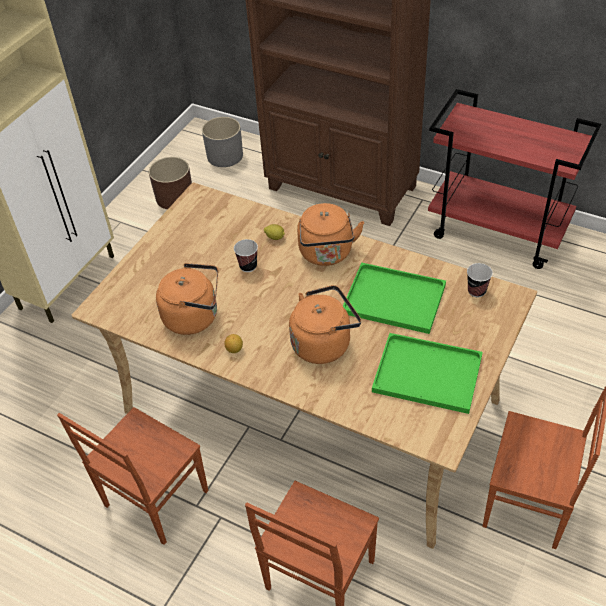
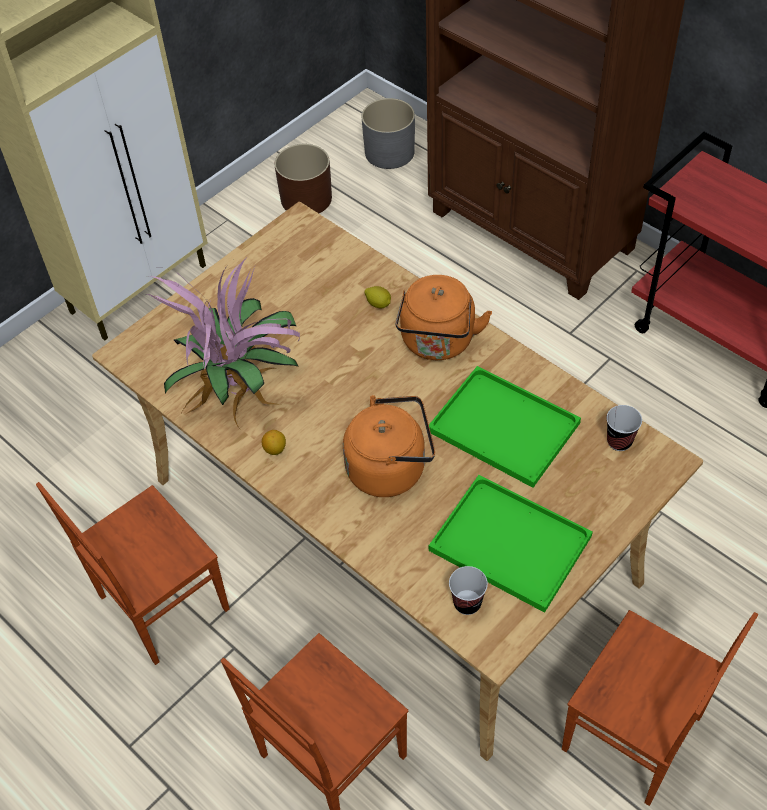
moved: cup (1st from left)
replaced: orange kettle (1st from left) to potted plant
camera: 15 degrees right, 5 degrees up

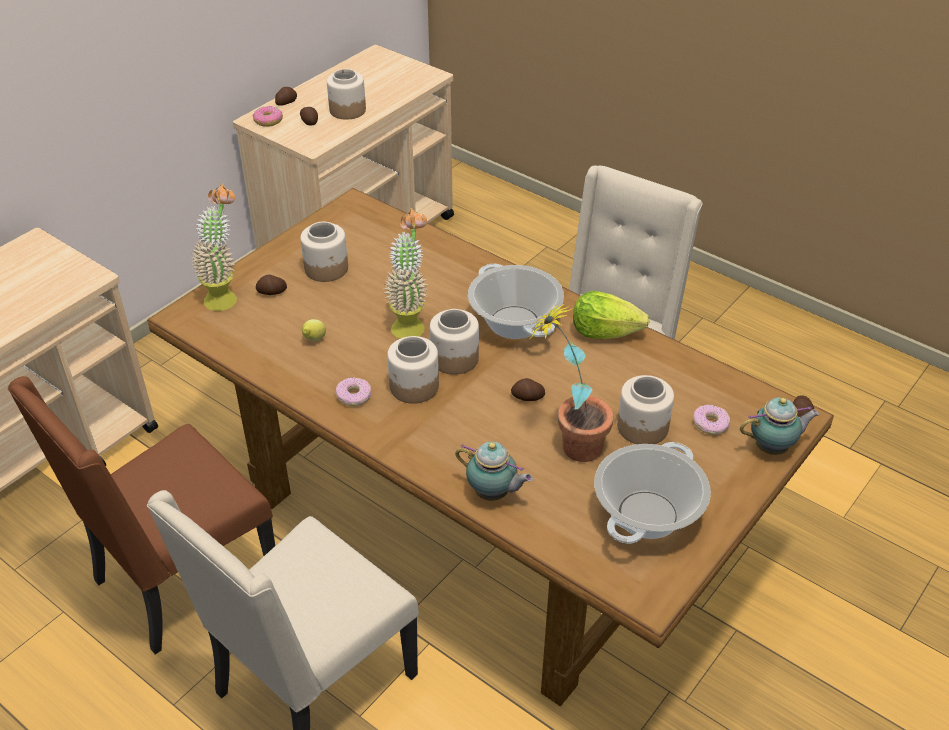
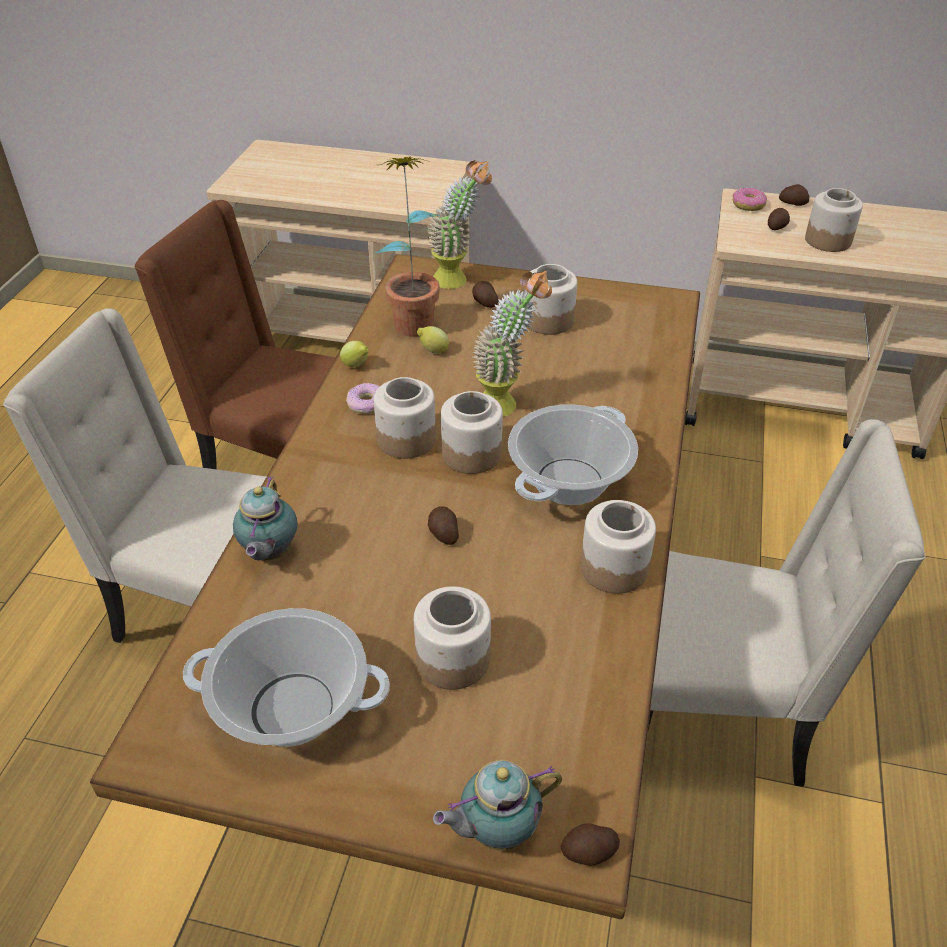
removed: donut (3rd from left)
added: lemon (1st from left)
moved: potted plant (3rd from left in the first image) to potted plant (1st from left)
replaced: lettuce to jar (5th from left)
turned: teapot (2nd from left) 105 degrees clockwise
camera: 65 degrees right, 0 degrees up

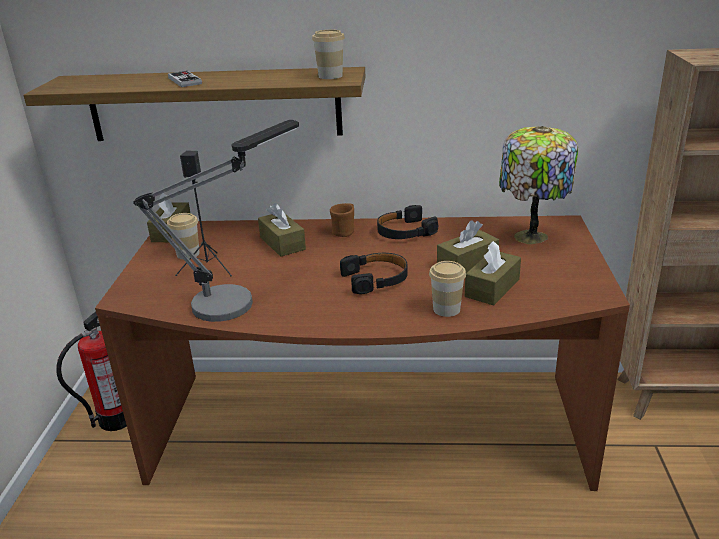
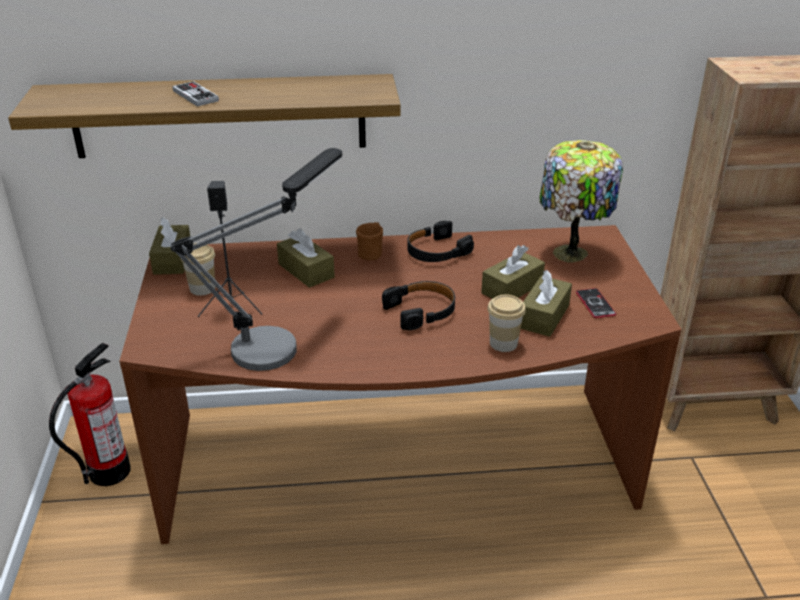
removed: cup (2nd from left)
added: phone
camera: 10 degrees left, 5 degrees up

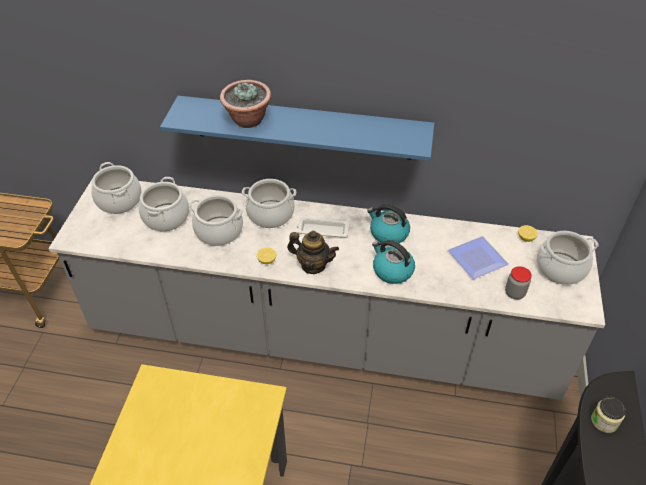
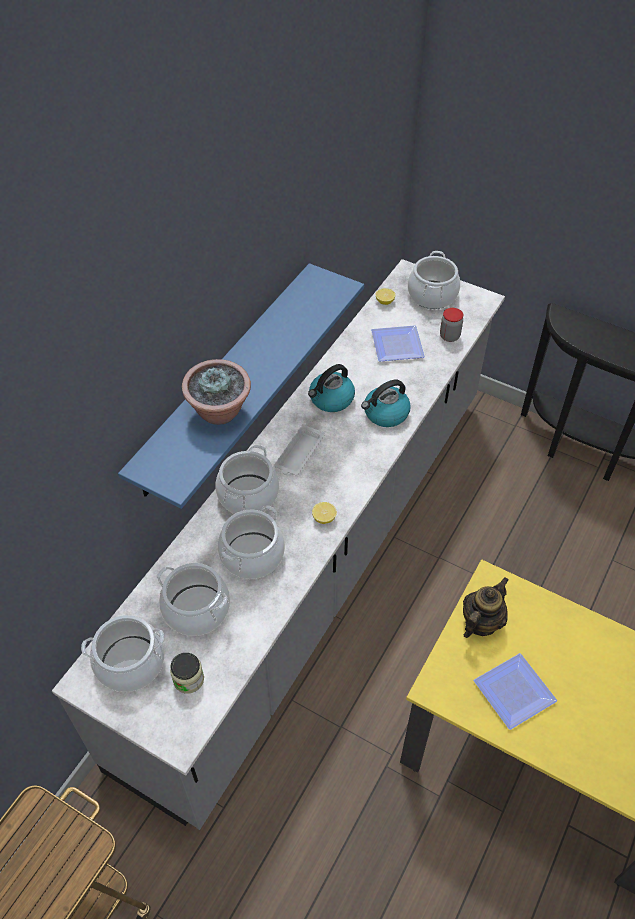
added: plate (2nd from left)
moved: jar (2nd from left in the first image) to jar (1st from left); teapot
camera: 70 degrees left, 5 degrees up

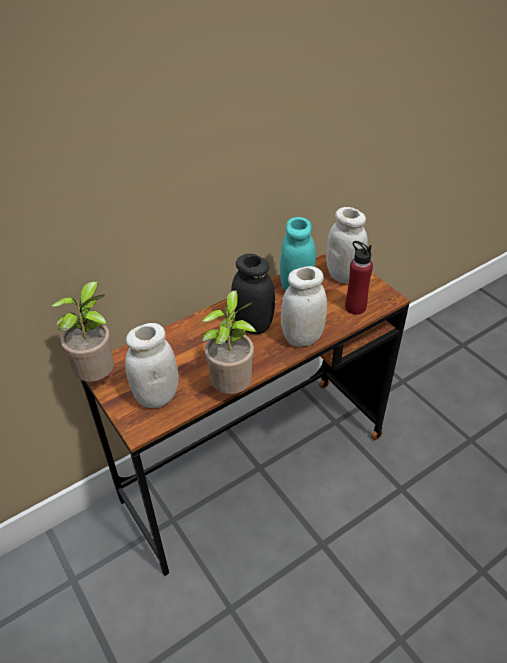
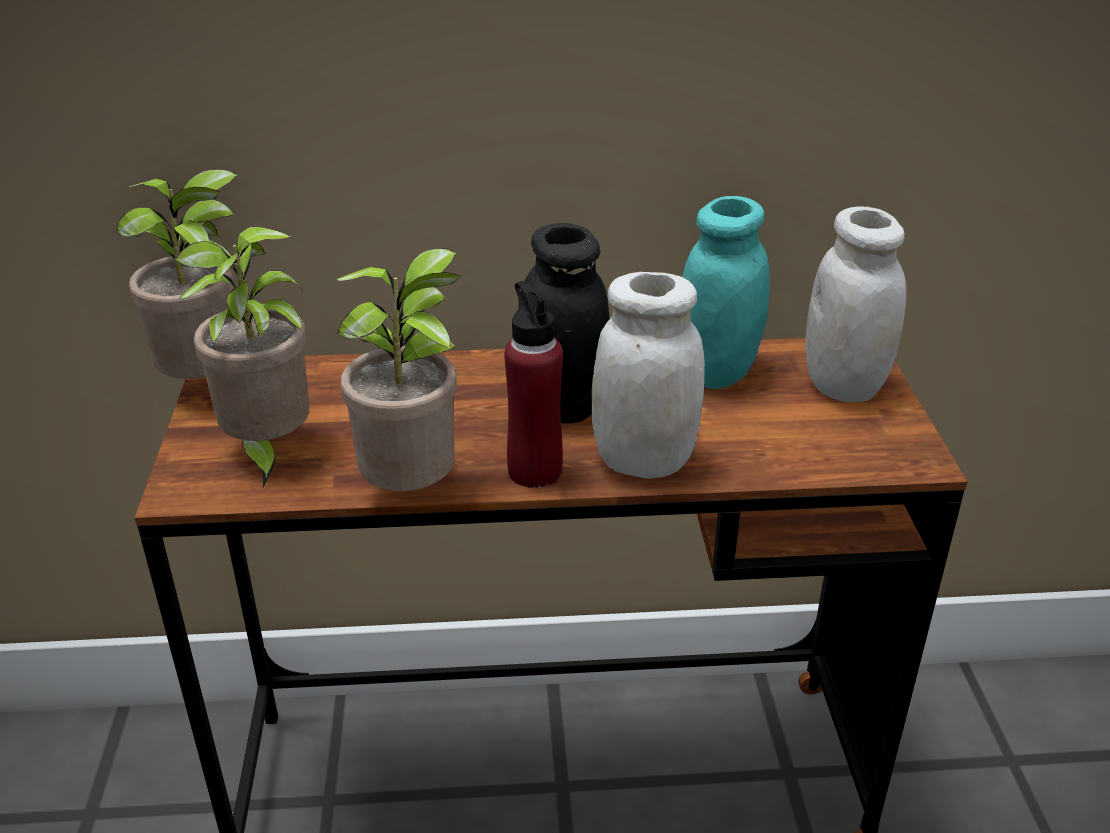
moved: red bottle
replaced: white jar (1st from left) to potted plant (2nd from left)
camera: 30 degrees right, 10 degrees down

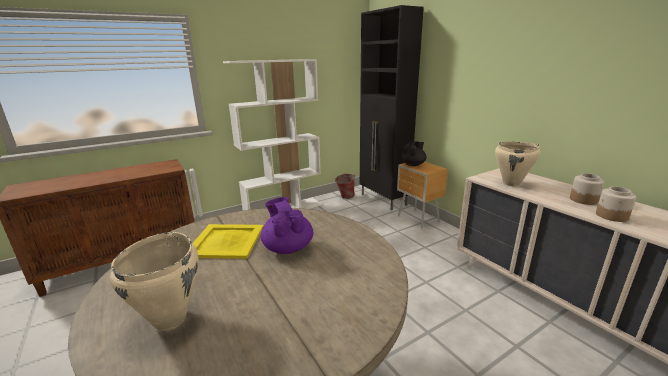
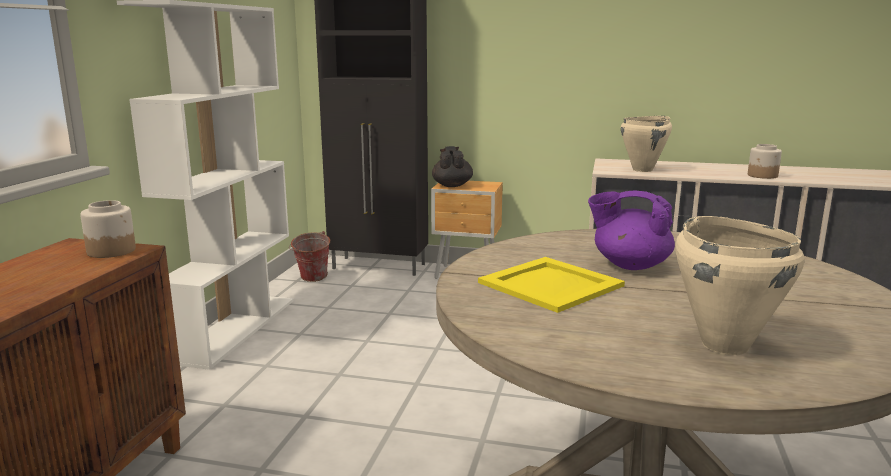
moved: jar (1st from left)
camera: 45 degrees left, 5 degrees down

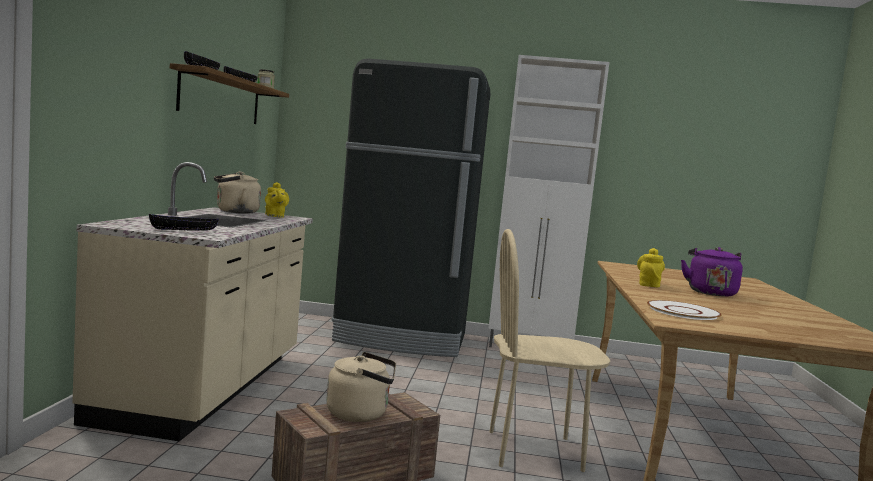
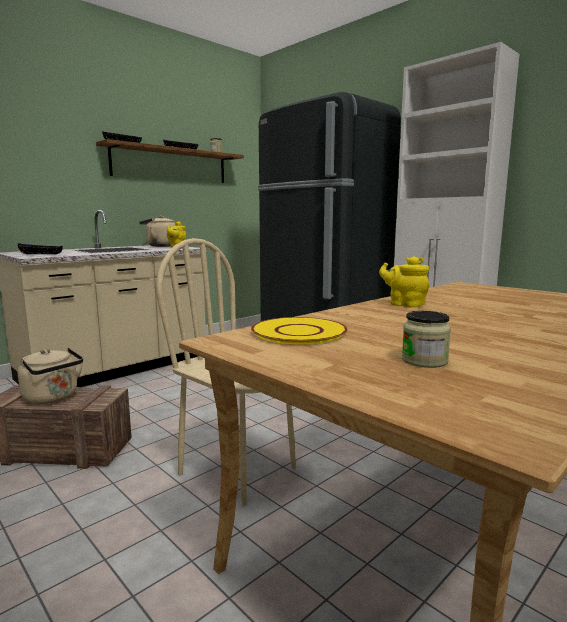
removed: purple kettle
added: jar (2nd from left)
recoloured: white plate to yellow plate
turned: yellow teapot (2nd from left) 105 degrees counterclockwise
camera: 40 degrees right, 5 degrees up

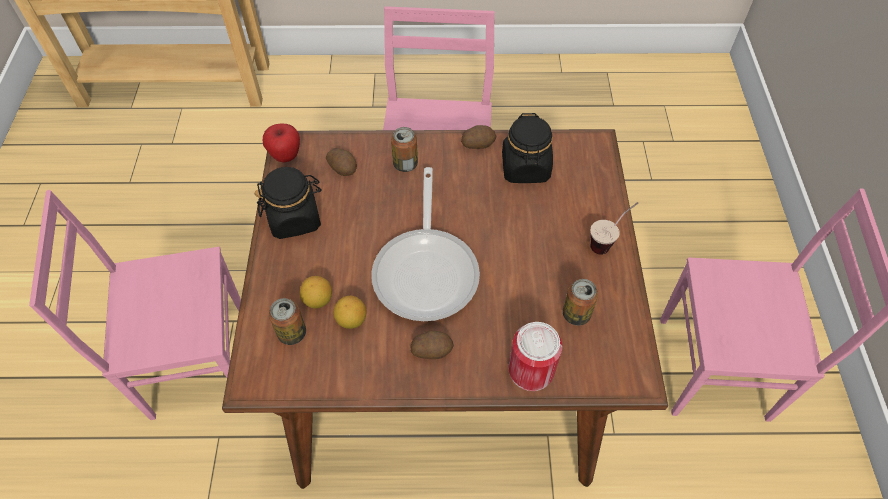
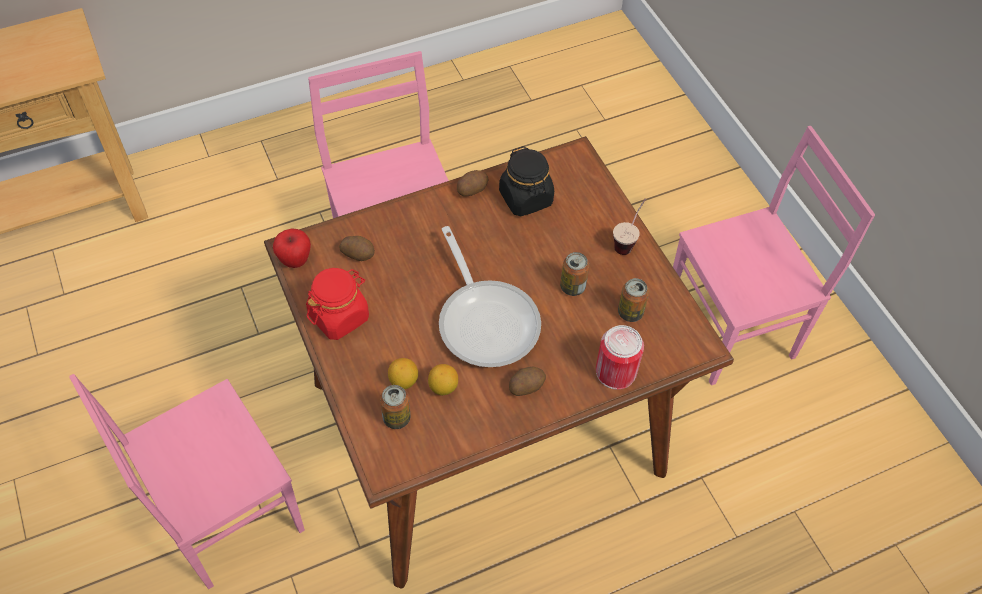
moved: can (2nd from left)
recoloured: black jar (1st from left) to red jar
camera: 25 degrees left, 0 degrees up

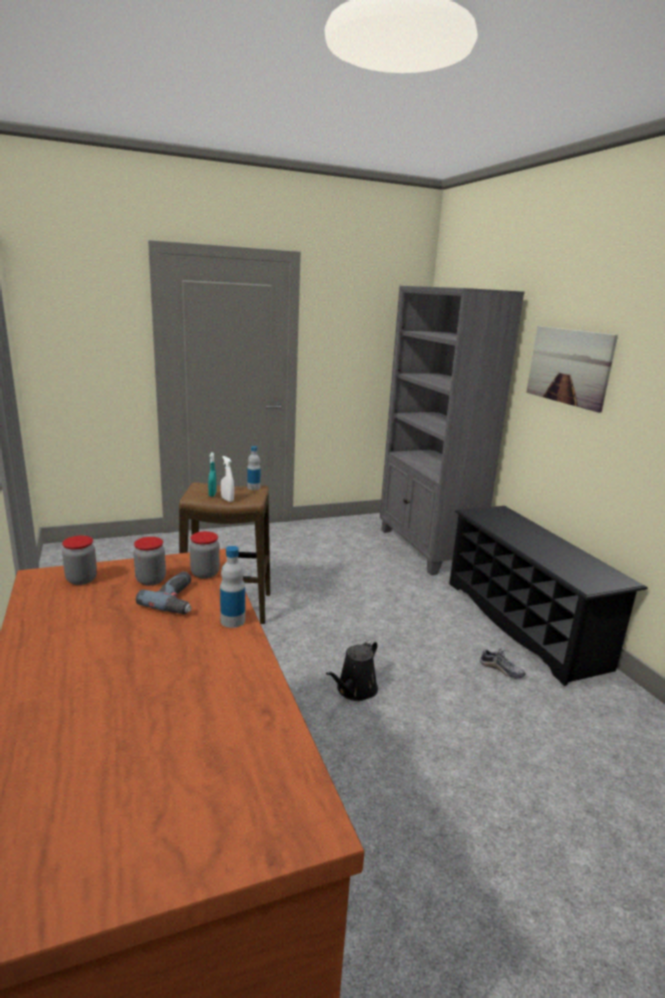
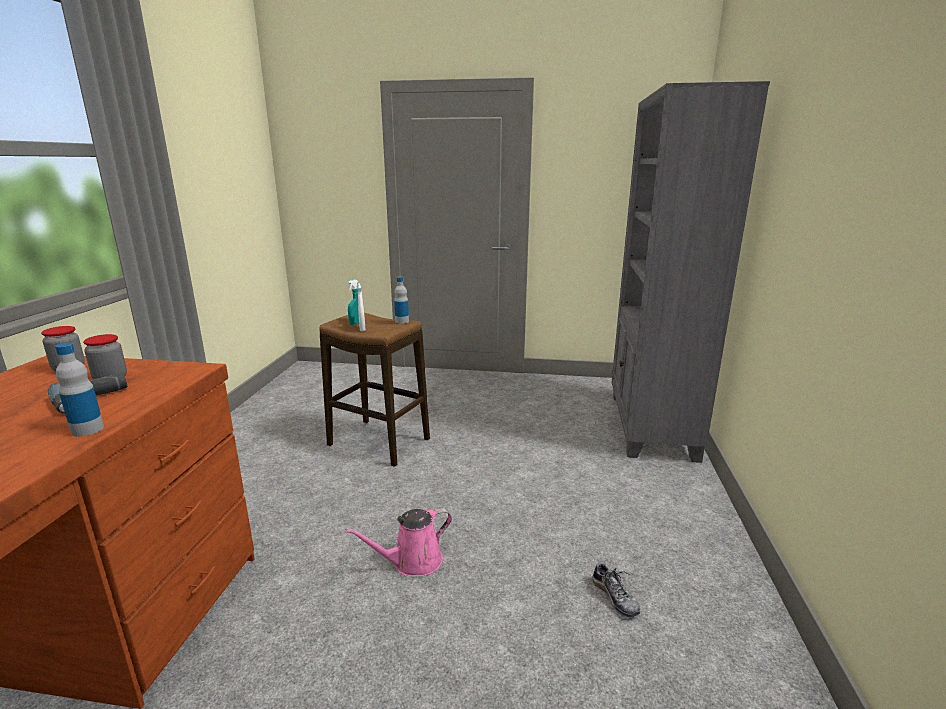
removed: jar (3rd from left); black shoe rack; picture
recoloured: black watering can to pink watering can
camera: 30 degrees right, 0 degrees up

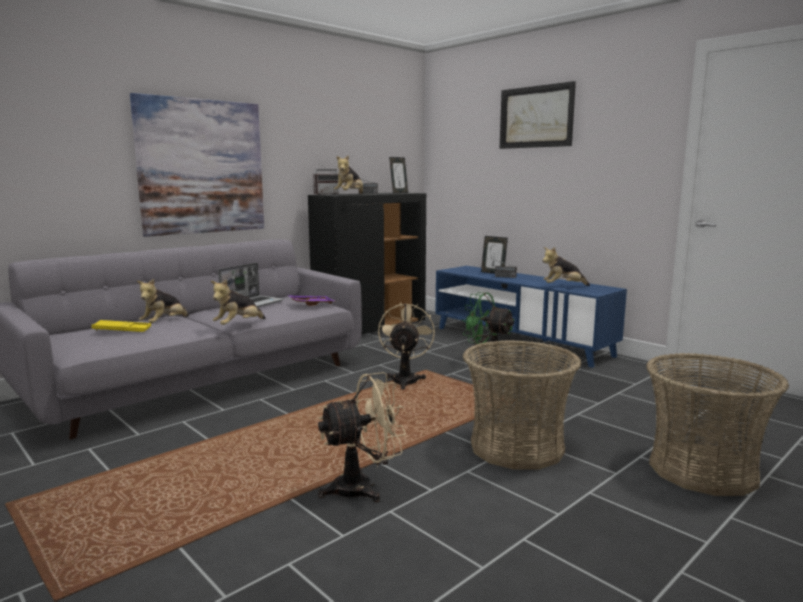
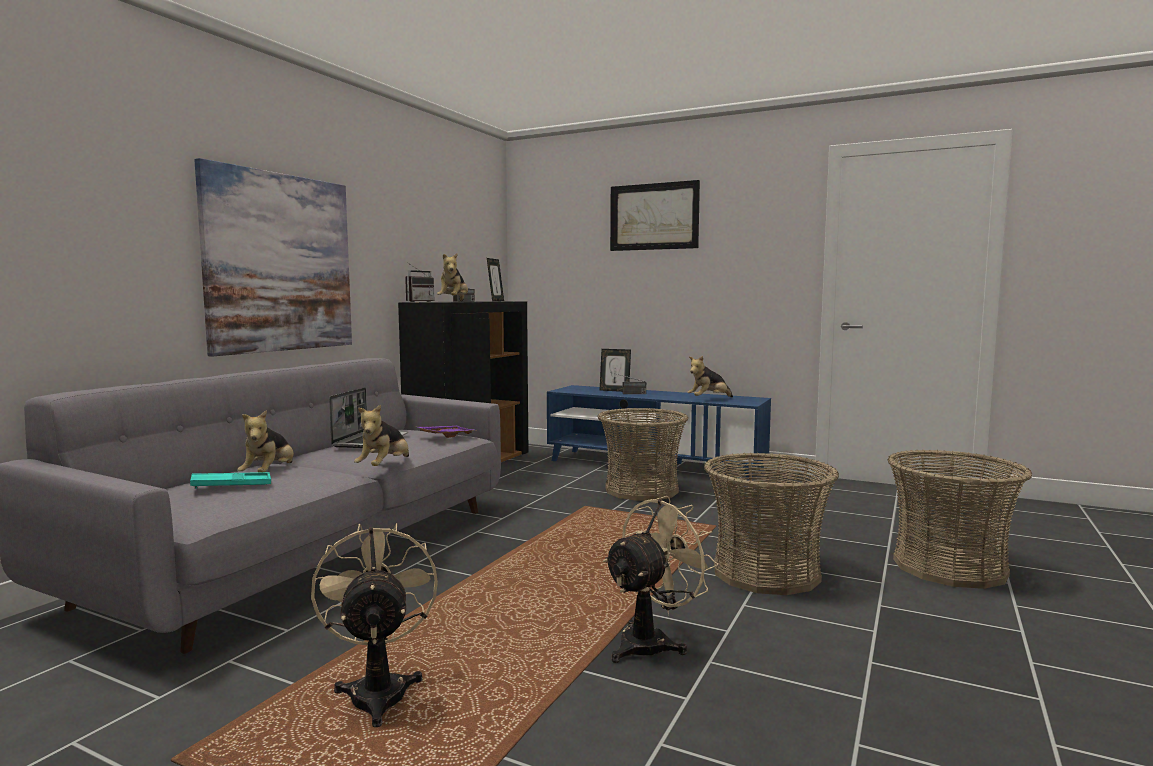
moved: beige fan (2nd from left in the first image) to beige fan (1st from left)
replaced: green fan to basket (1st from left)
recoloured: yellow tray to turquoise tray
camera: 20 degrees left, 5 degrees down

